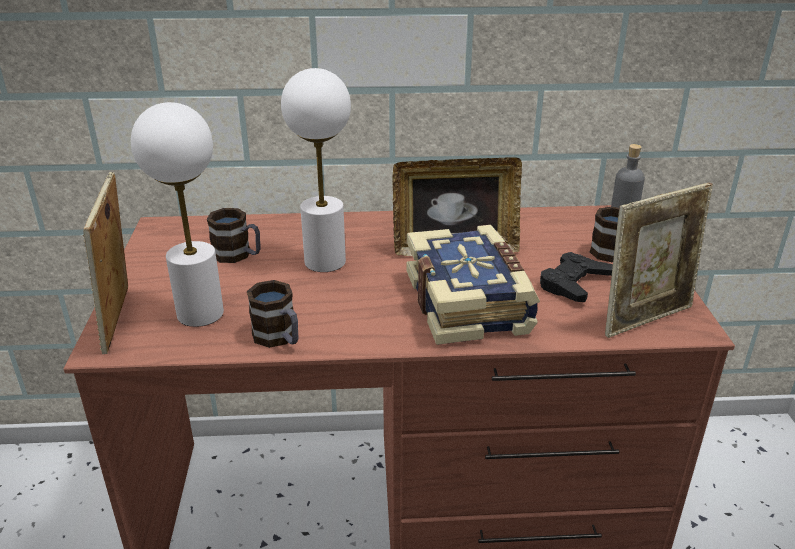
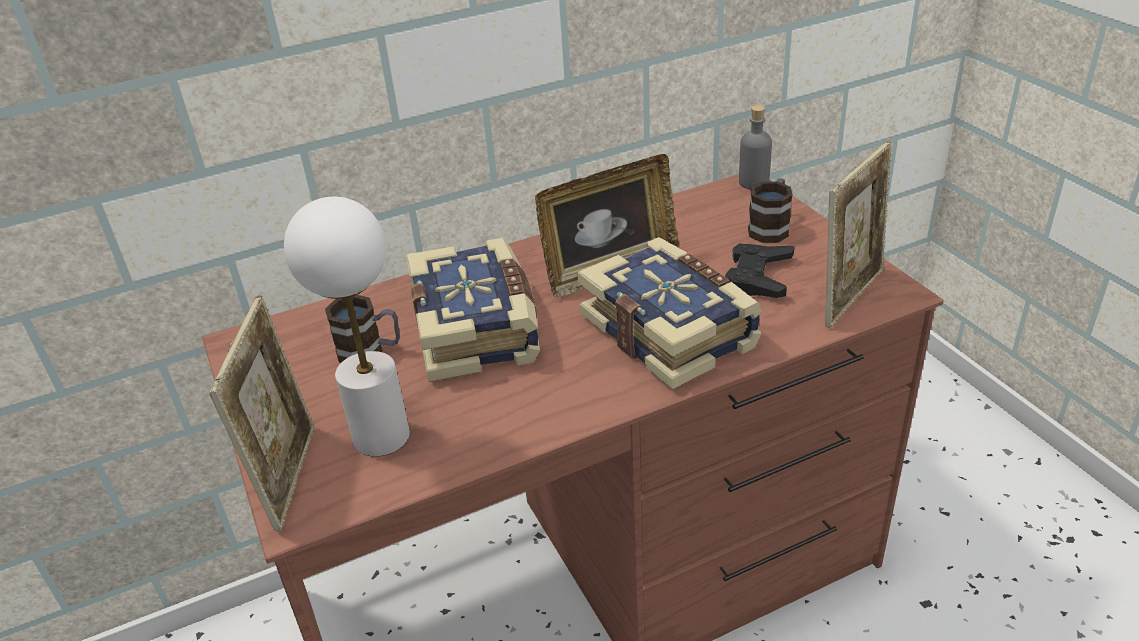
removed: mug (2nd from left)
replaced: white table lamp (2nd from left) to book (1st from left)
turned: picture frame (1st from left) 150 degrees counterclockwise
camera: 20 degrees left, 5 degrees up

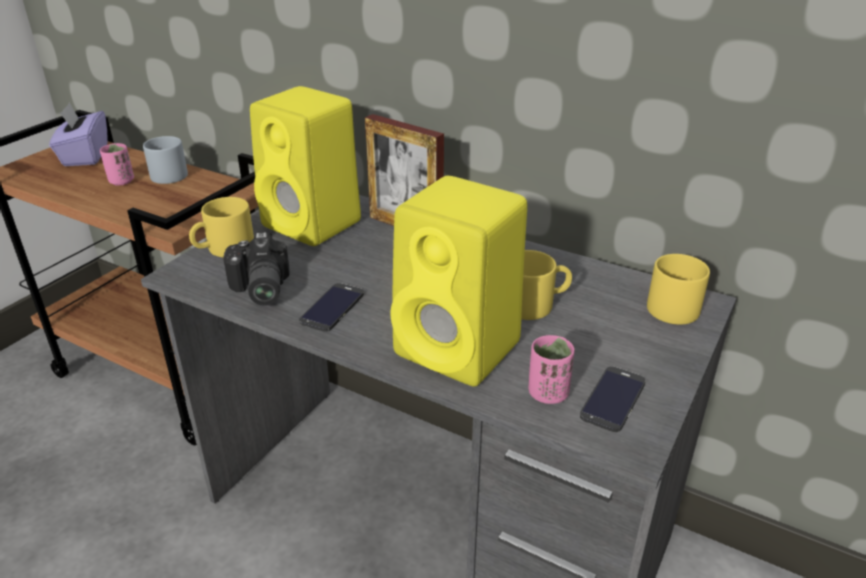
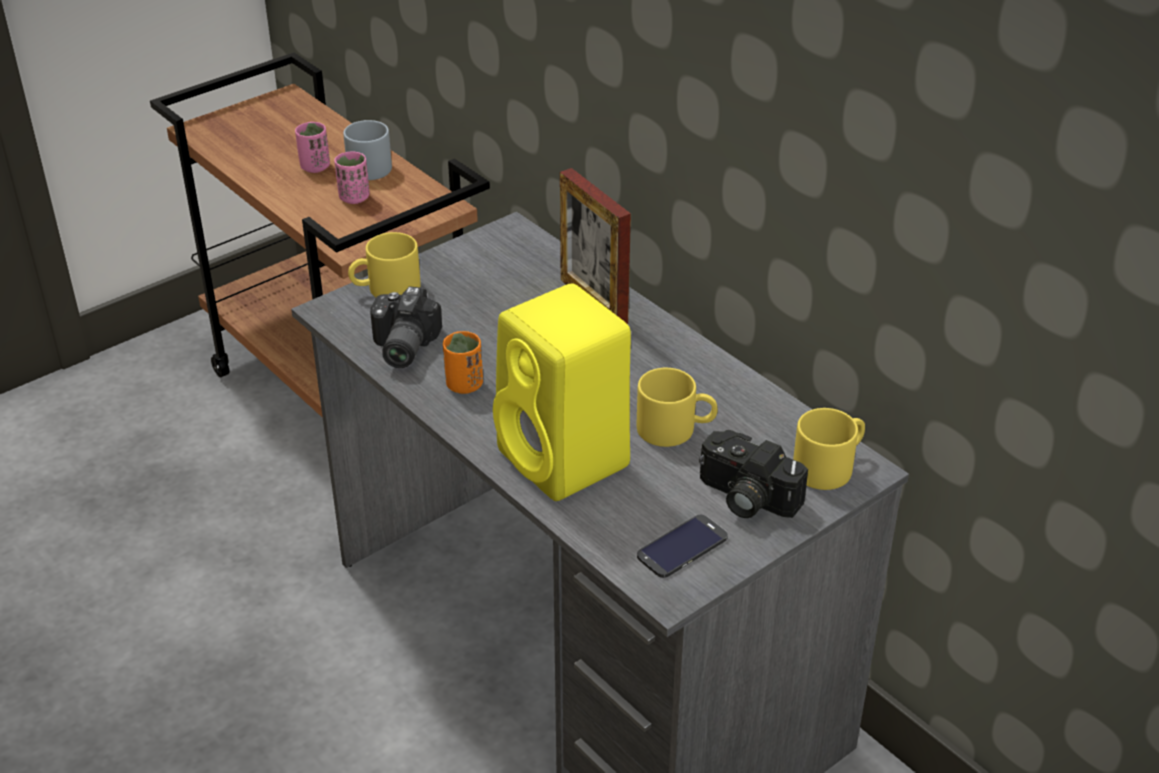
removed: purple tissue box; yellow speaker (1st from left)
added: photo camera (2nd from left)
moved: pink cup (2nd from left)
replaced: phone (1st from left) to orange cup
camera: 20 degrees right, 5 degrees up

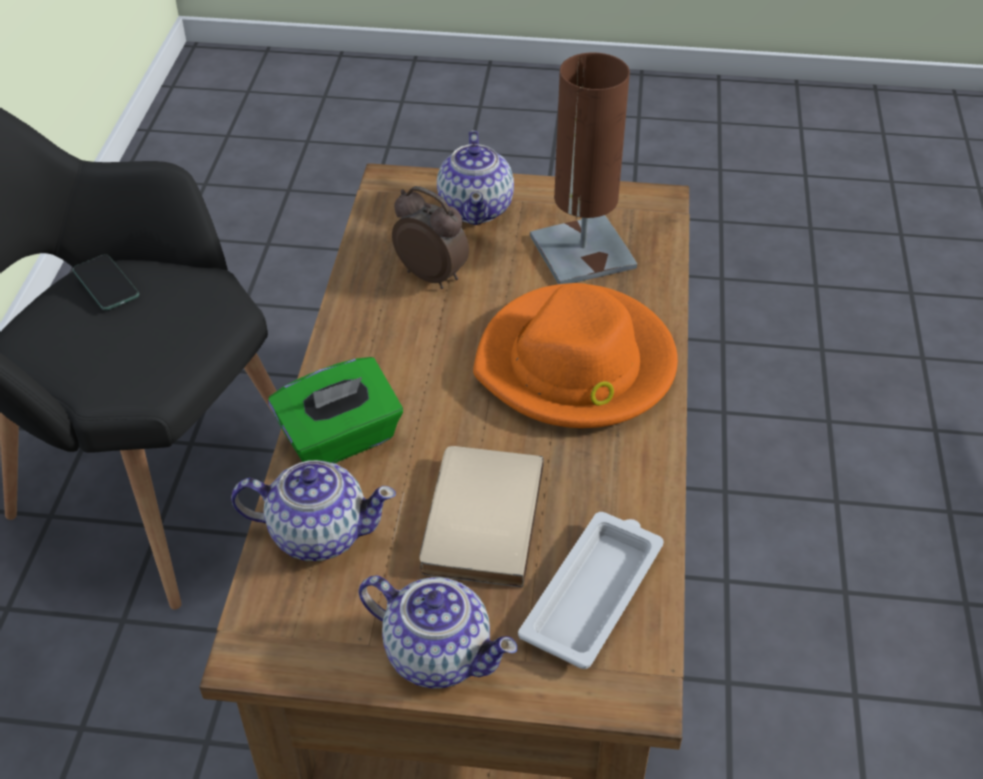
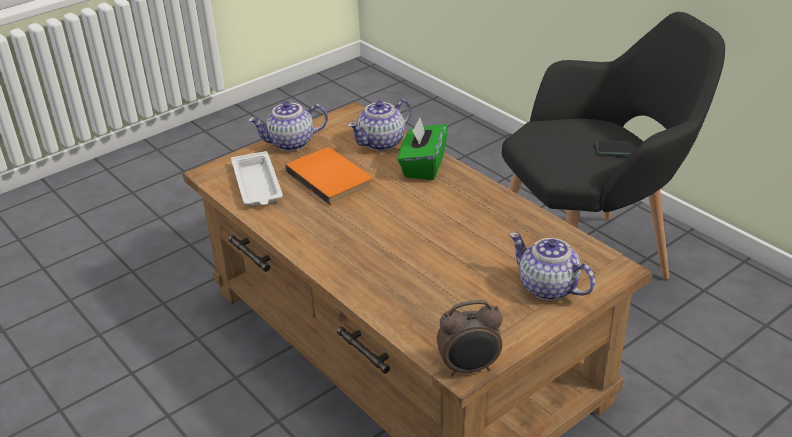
removed: orange hat; brown table lamp
moved: alarm clock
recoloured: beige book to orange book
camera: 135 degrees right, 10 degrees down

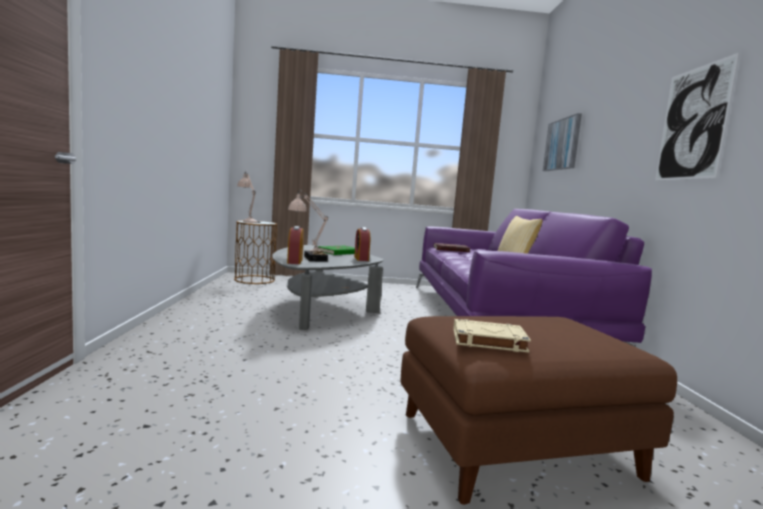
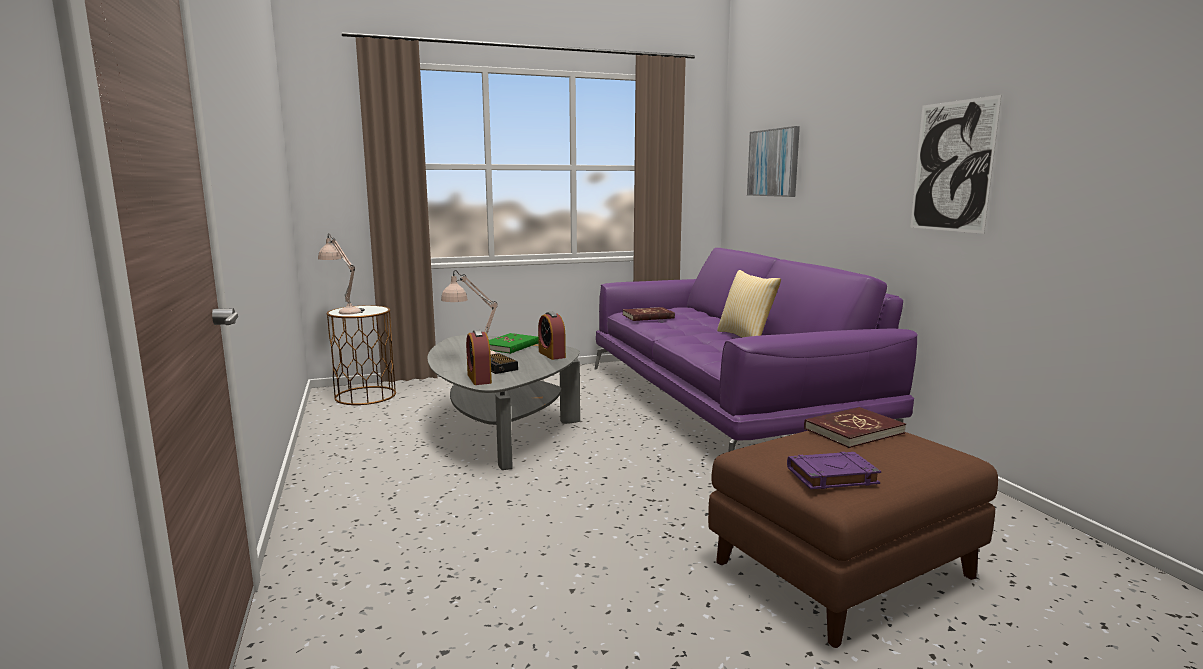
added: red book (2nd from left)
recoloured: beige book to purple book
camera: 15 degrees left, 5 degrees up

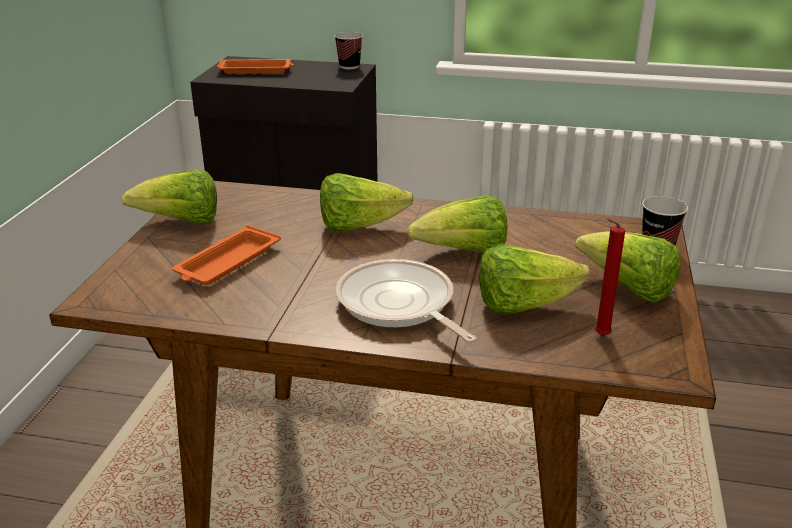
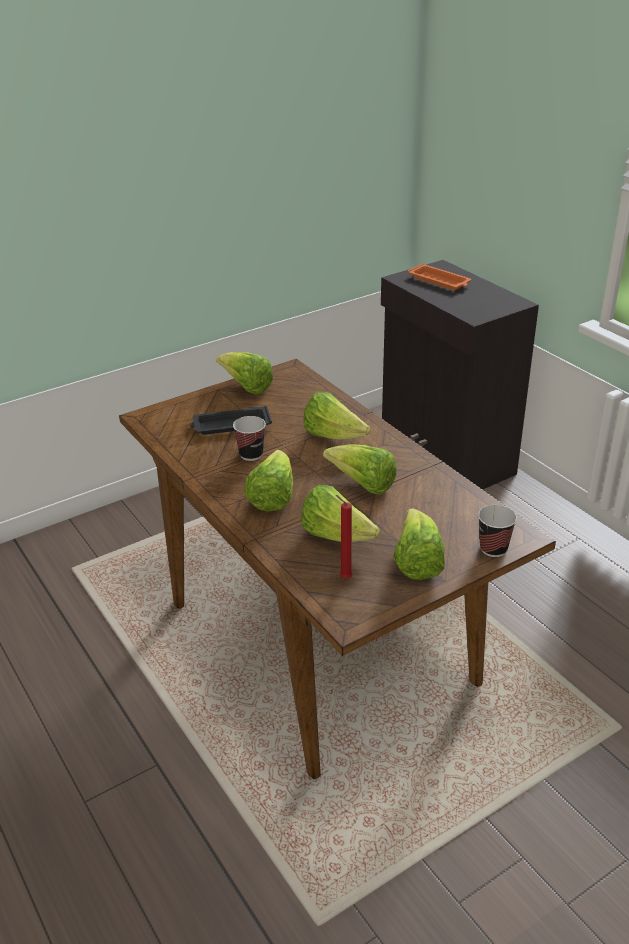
moved: cup (1st from left)
replaced: frying pan to lettuce (2nd from left)
recoloured: orange tray (1st from left) to black tray
camera: 45 degrees right, 5 degrees up

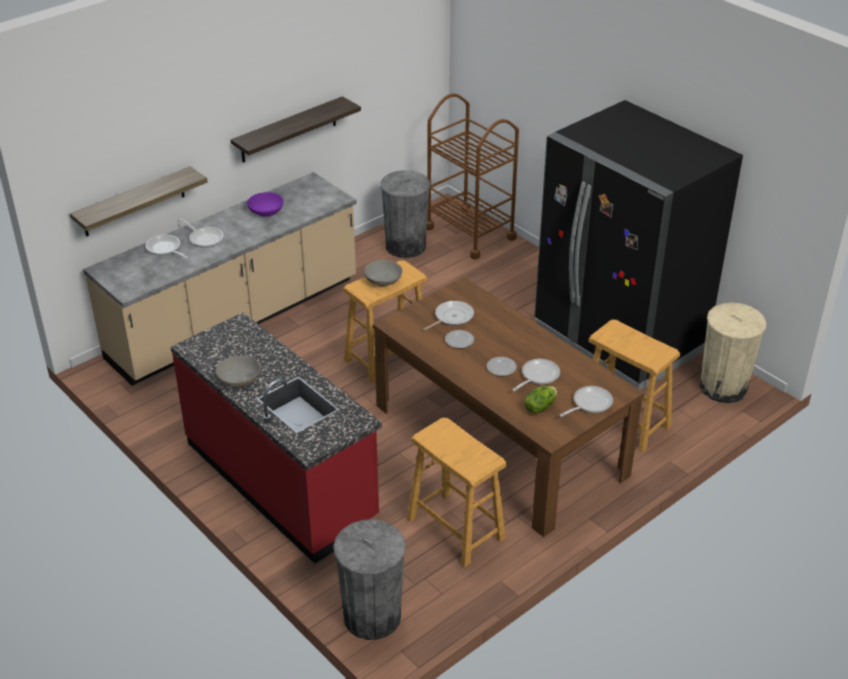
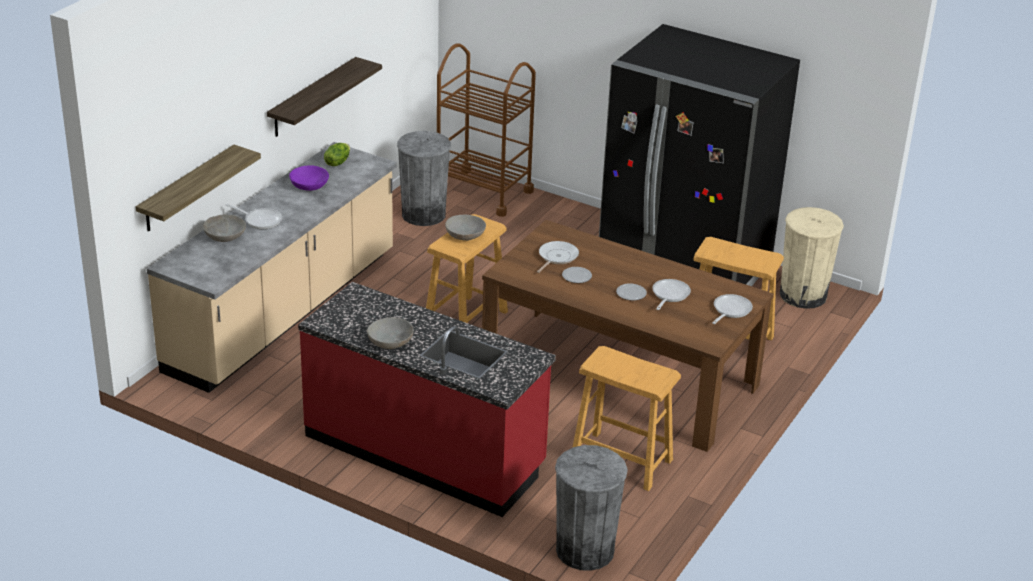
moved: lettuce
replaced: frying pan (1st from left) to grey bowl (1st from left)
camera: 20 degrees left, 5 degrees down

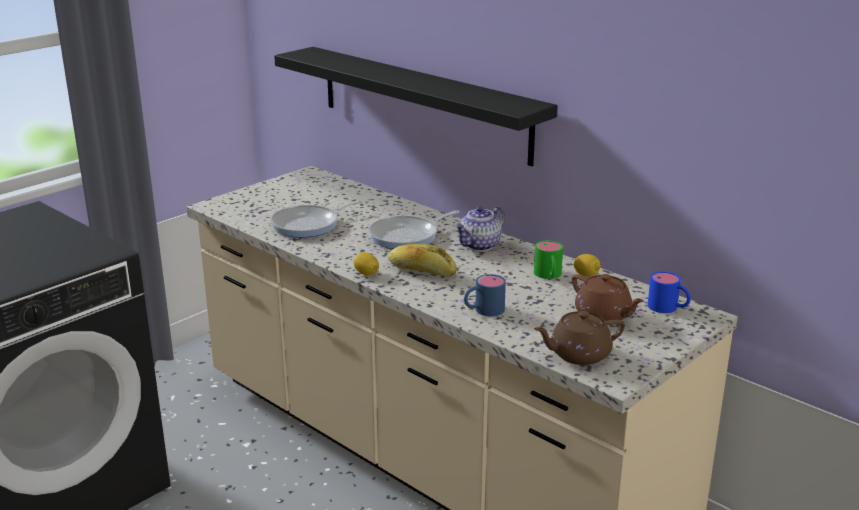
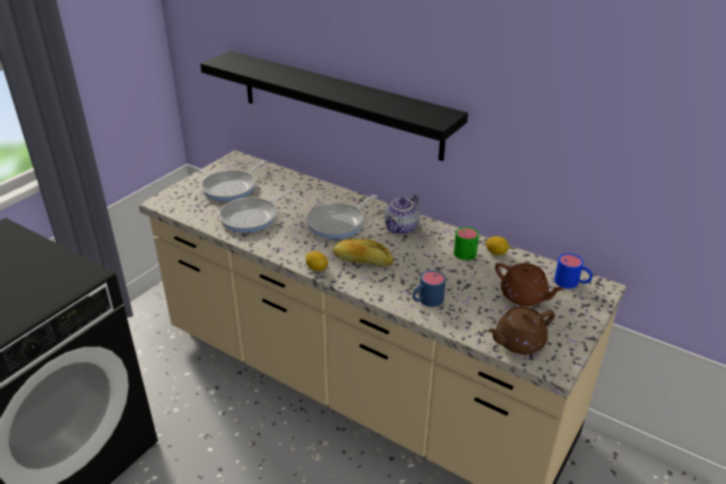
added: frying pan (1st from left)
camera: 10 degrees left, 10 degrees up

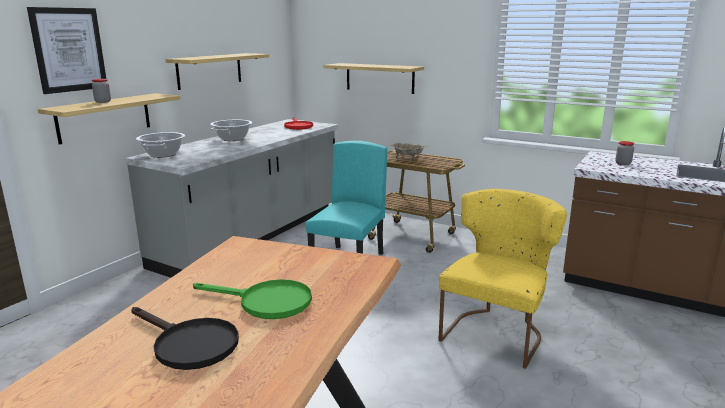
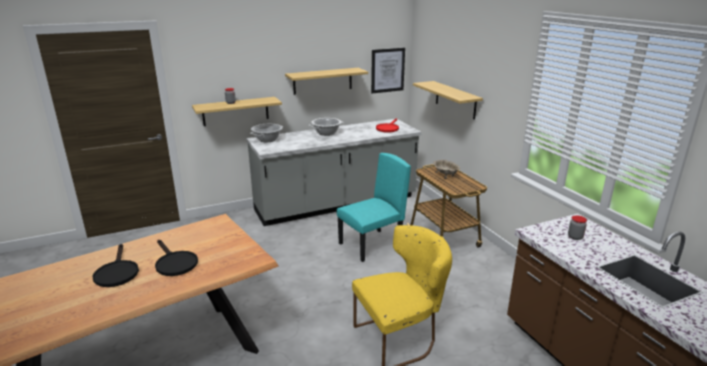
moved: picture
recoloured: green frying pan to black frying pan (2nd from left)
camera: 35 degrees right, 5 degrees up

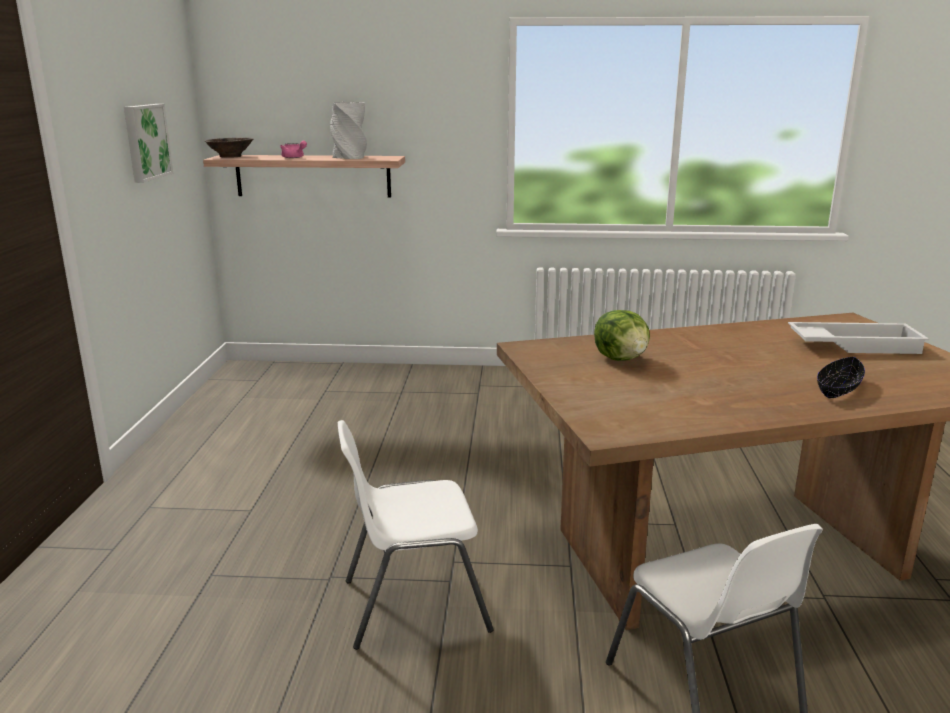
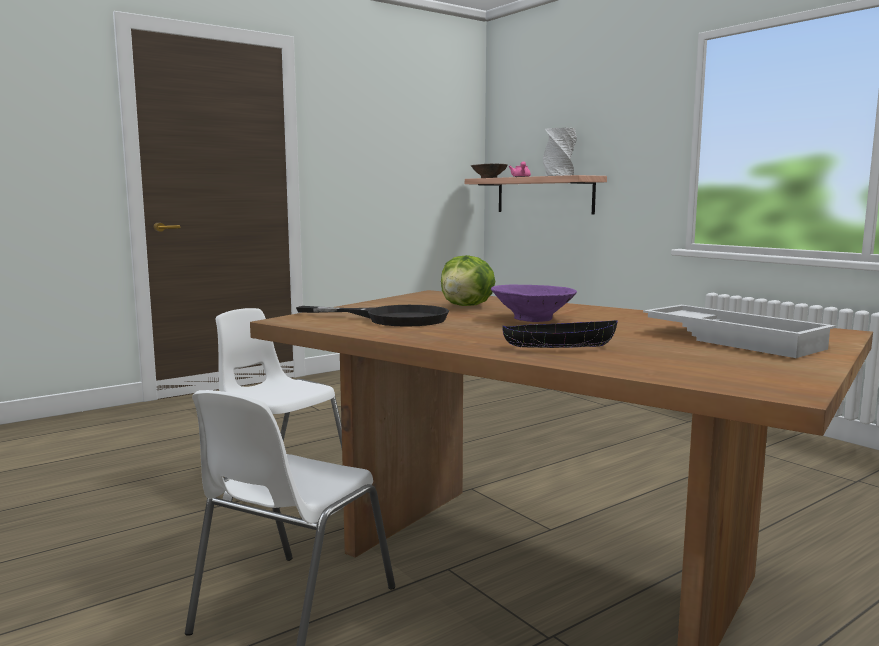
removed: picture
added: black frying pan; purple bowl
camera: 50 degrees right, 10 degrees down

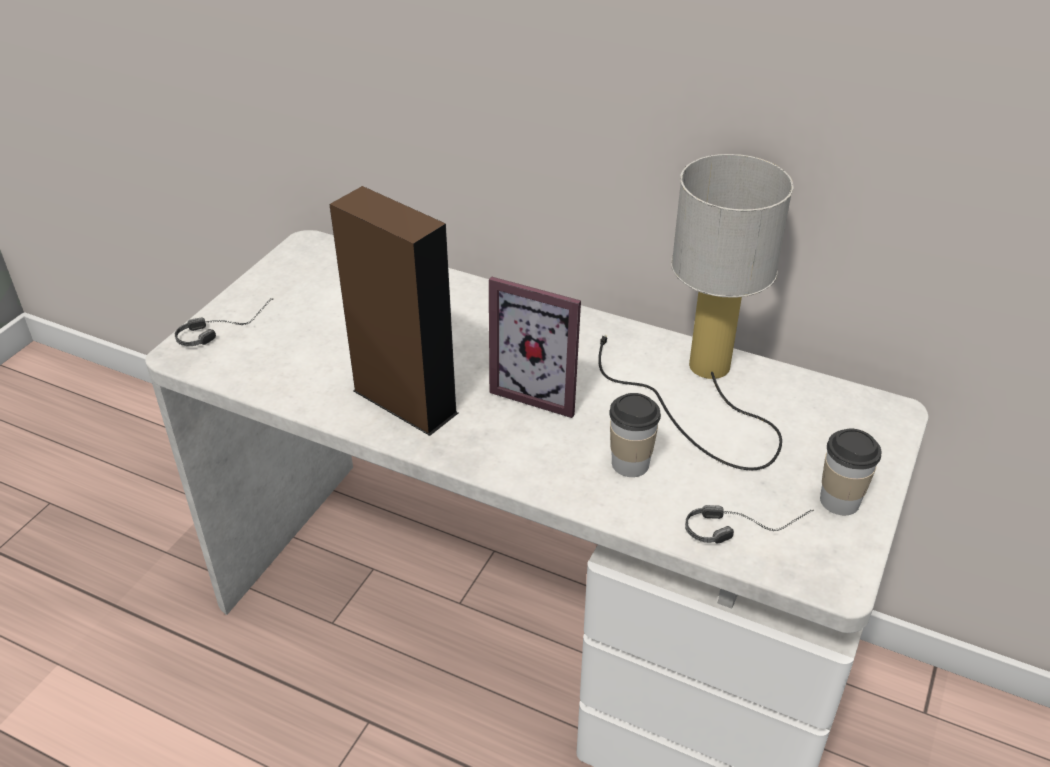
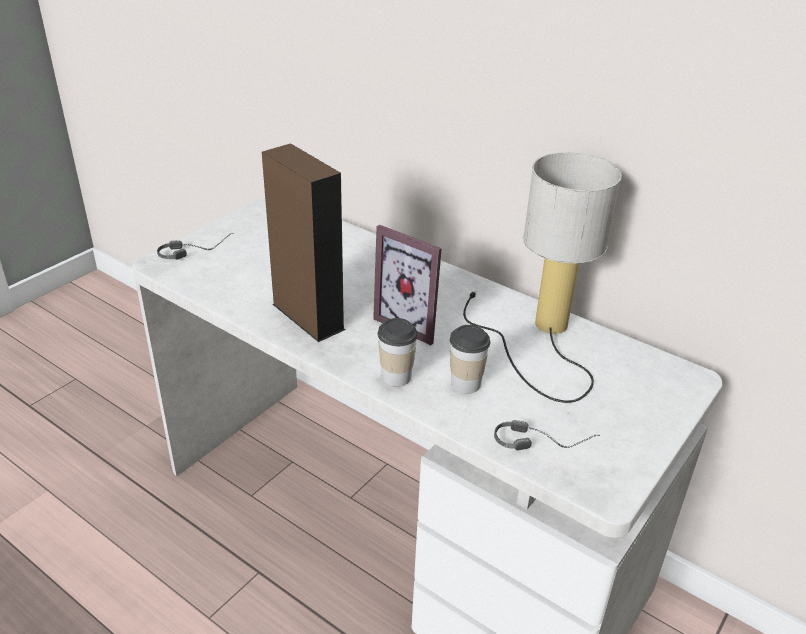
moved: cup (2nd from left in the first image) to cup (1st from left)
camera: 10 degrees right, 5 degrees down

